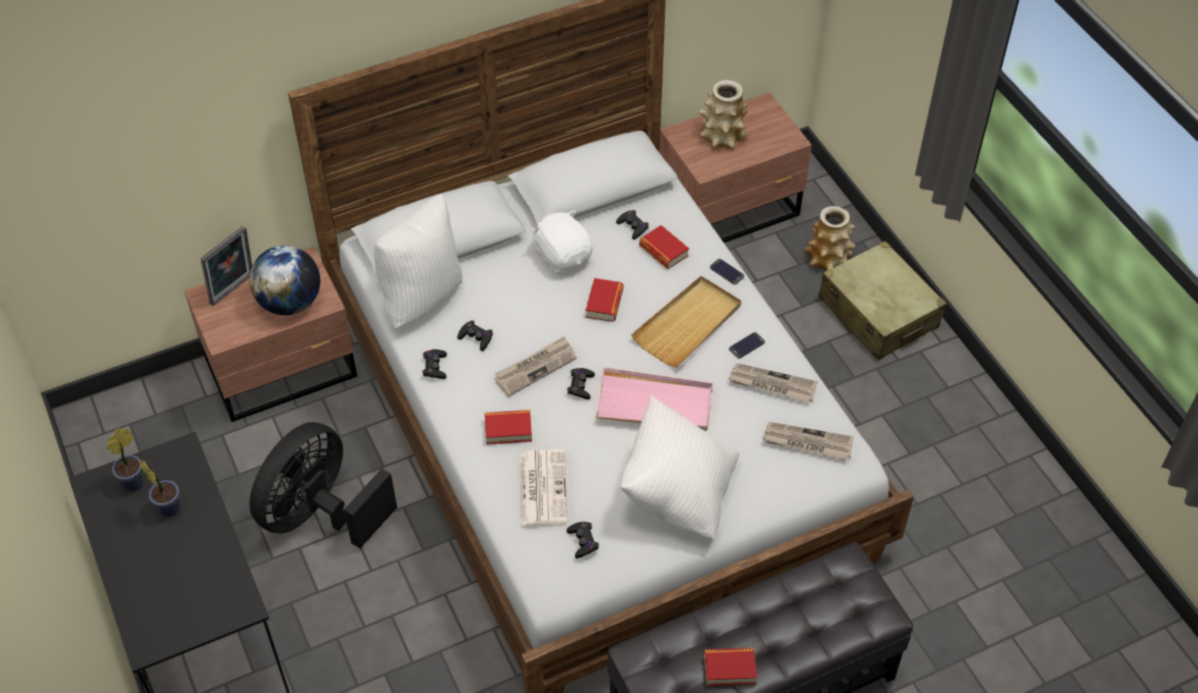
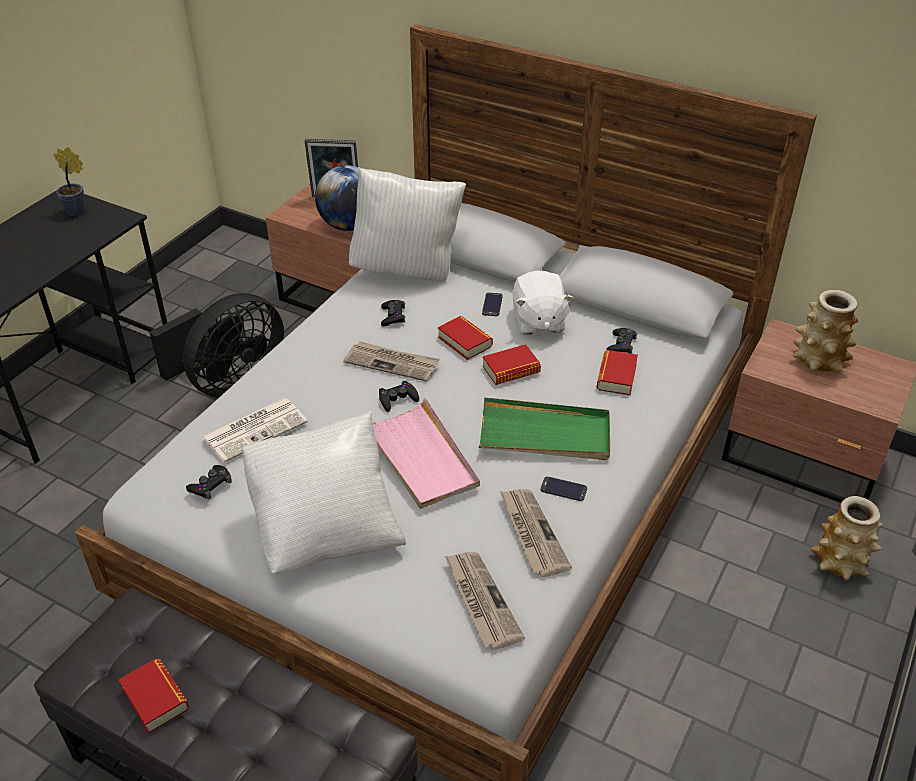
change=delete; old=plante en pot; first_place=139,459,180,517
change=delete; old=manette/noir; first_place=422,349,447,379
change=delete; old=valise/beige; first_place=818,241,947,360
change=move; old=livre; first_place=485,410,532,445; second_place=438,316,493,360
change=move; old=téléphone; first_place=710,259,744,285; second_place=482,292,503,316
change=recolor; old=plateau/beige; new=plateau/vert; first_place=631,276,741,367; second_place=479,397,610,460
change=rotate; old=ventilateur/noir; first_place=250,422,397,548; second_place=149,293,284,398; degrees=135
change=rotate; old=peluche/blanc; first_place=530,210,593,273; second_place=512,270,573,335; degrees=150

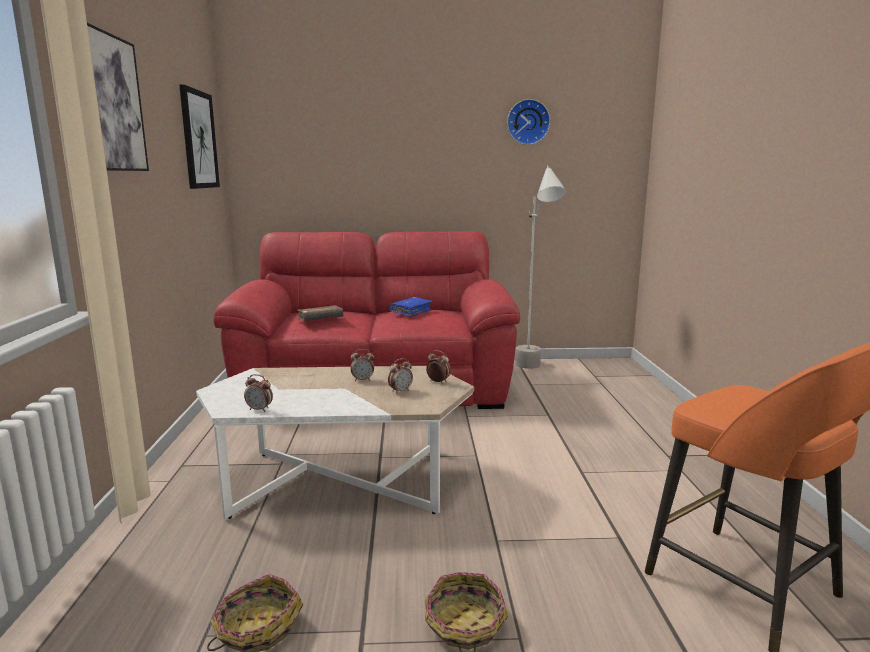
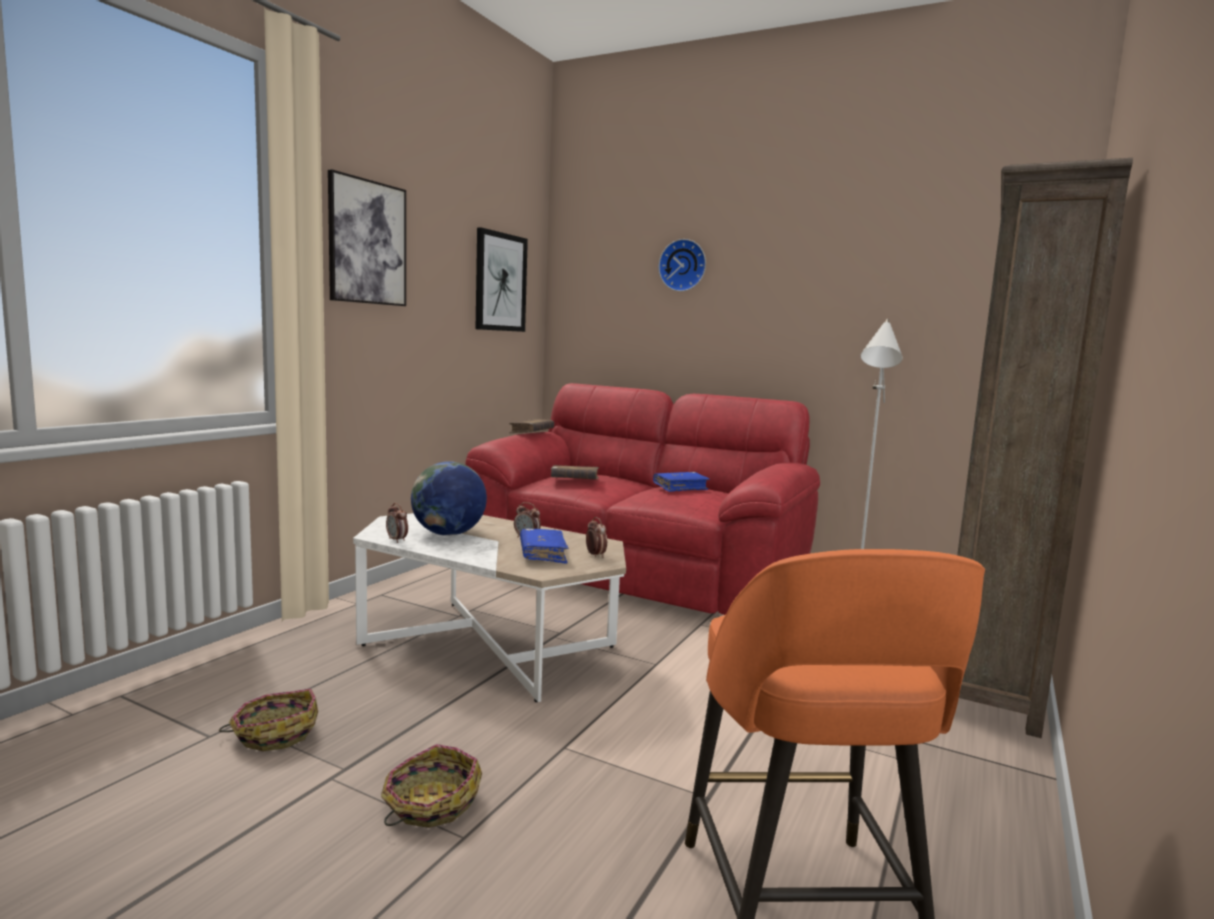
change=insert; new=globe; second_place=411,461,487,536
change=insert; new=livre/marron; second_place=509,419,554,433
change=insert; new=bibliothèque/marron; second_place=957,158,1133,738
change=move; old=horloge murale; first_place=507,99,550,145; second_place=658,239,706,292
change=replace; old=réveil; new=livre/bleu; first_place=388,358,413,394; second_place=520,528,569,564

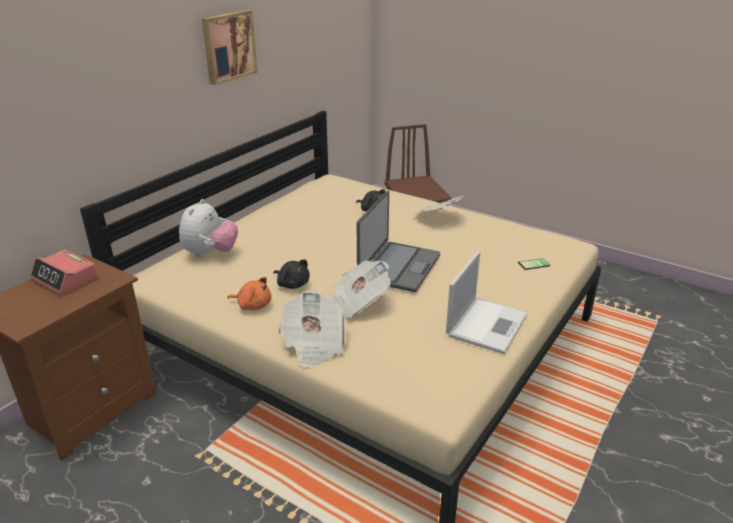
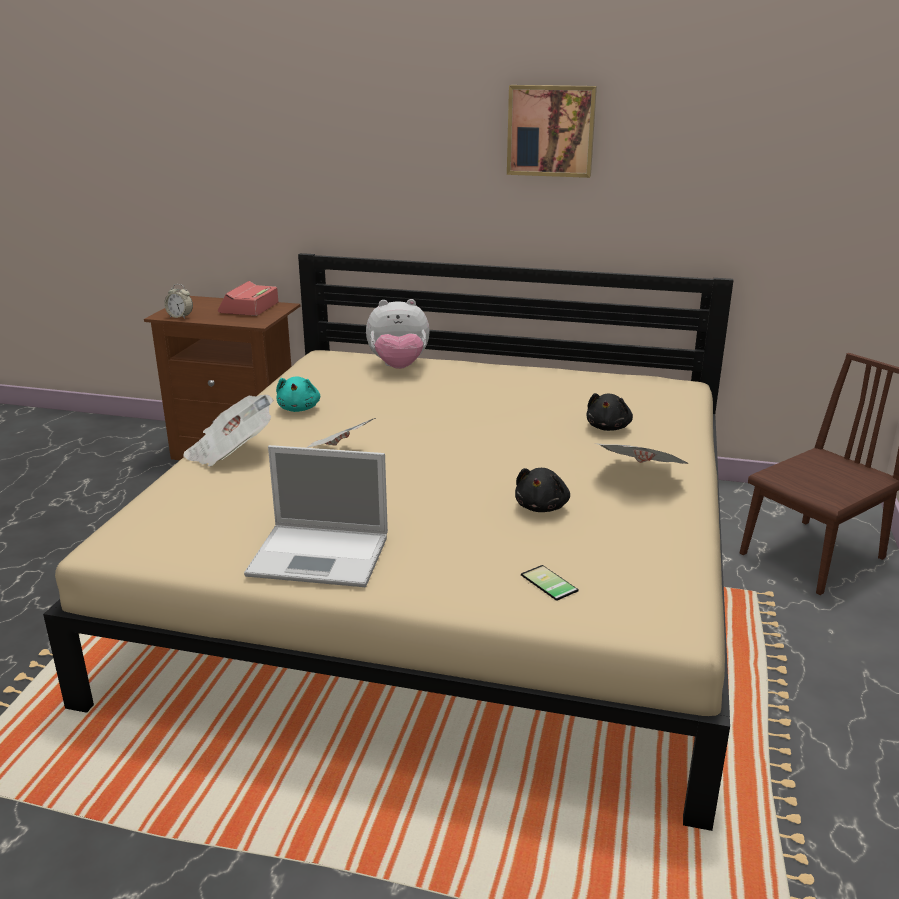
change=delete; old=ordinateur portable; first_place=357,191,440,292
change=insert; new=réveil; second_place=164,284,193,319
change=move; old=peluche/noir; first_place=274,259,310,289; second_place=515,468,570,512
change=recolor; old=peluche/orange; new=peluche/turquoise; first_place=227,277,272,310; second_place=276,377,320,412

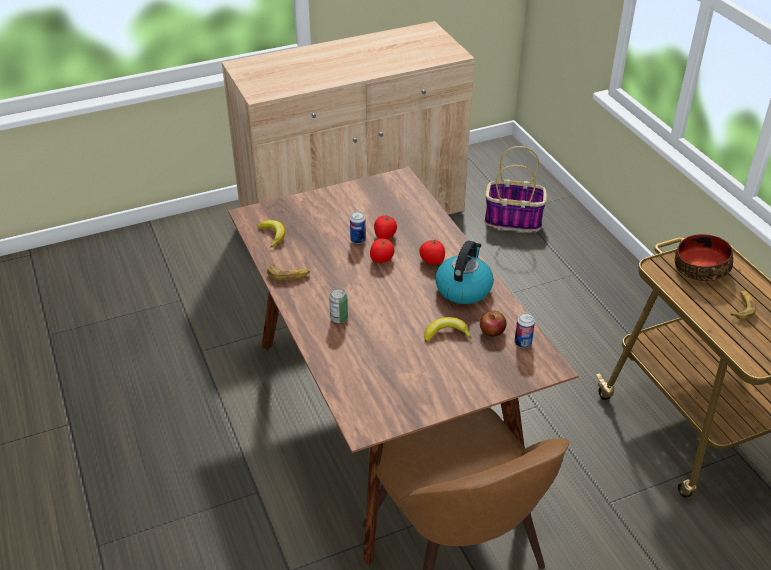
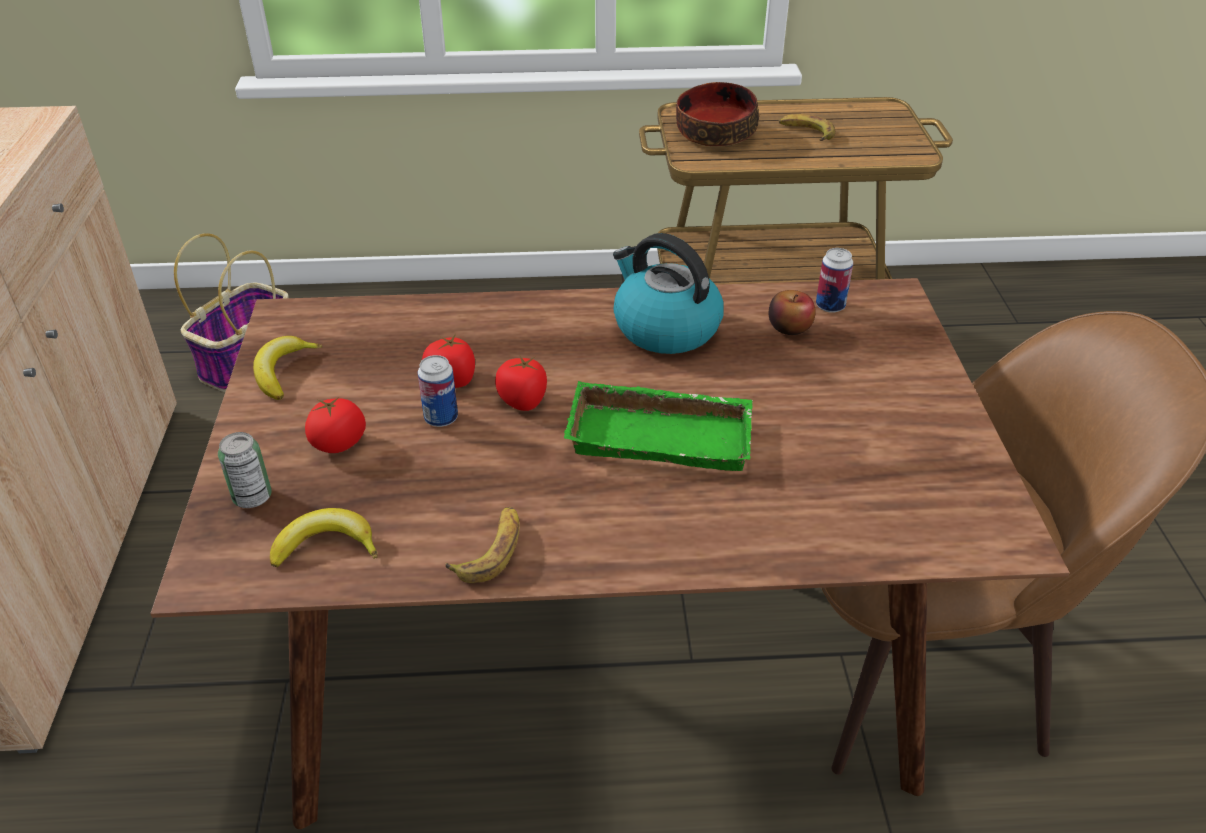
change=insert; new=plateau/vert; second_place=564,381,753,471
change=move; old=boîte métallique; first_place=329,288,348,323; second_place=218,432,272,508
change=move; old=tomate; first_place=420,239,445,265; second_place=305,397,366,453
change=move; old=banane; first_place=424,317,472,342; second_place=253,336,322,400

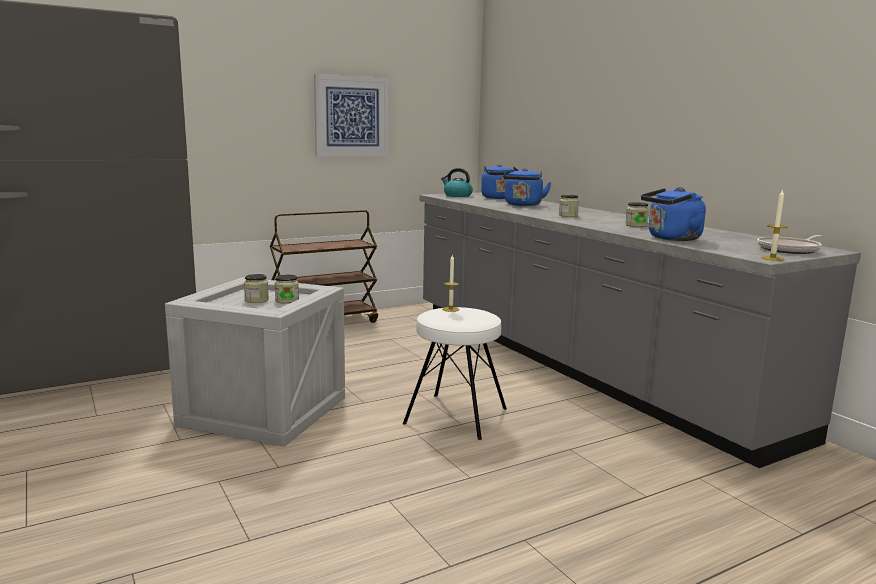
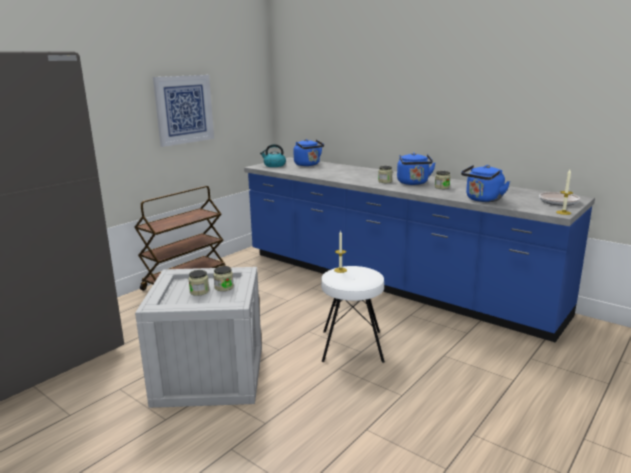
change=move; old=bouilloire/bleu; first_place=503,168,552,206; second_place=397,152,436,185
change=recolor; old=comptoir de cuisine/gris; new=comptoir de cuisine/bleu; first_place=420,193,861,468; second_place=244,157,595,342

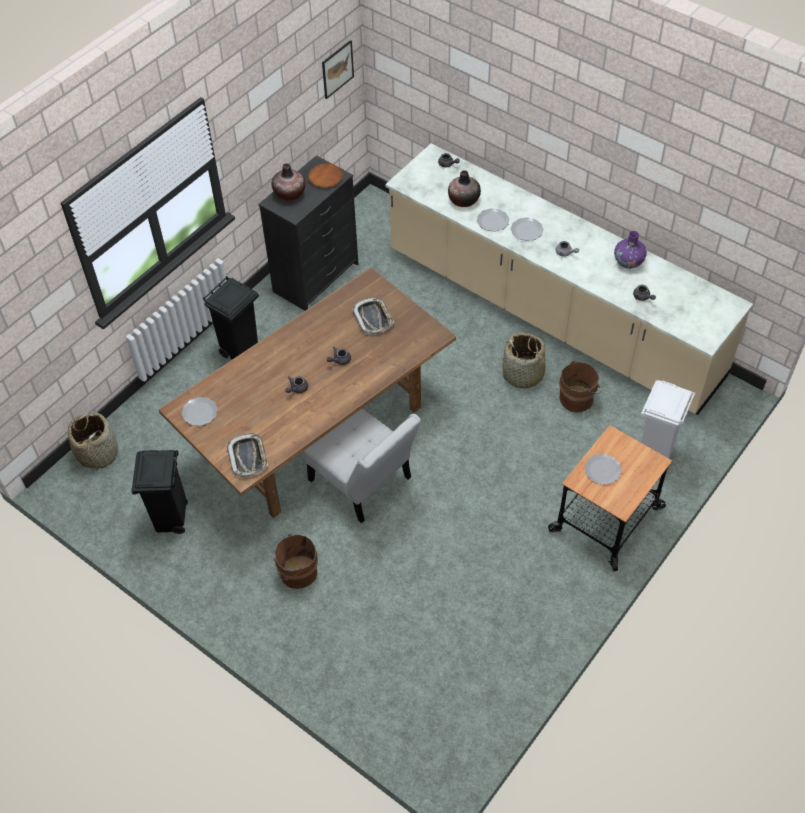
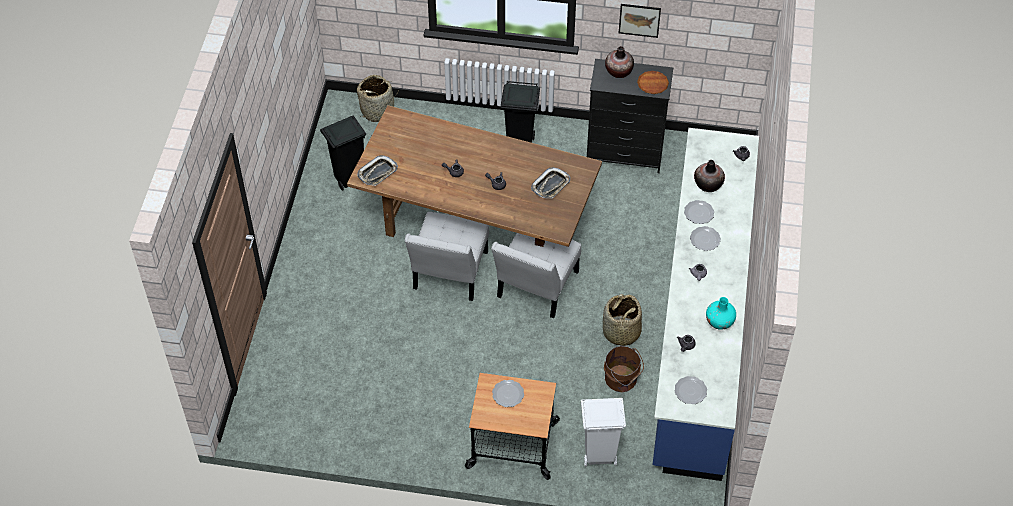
change=delete; old=seau/marron; first_place=273,534,318,589
change=insert; new=chaise/blanc; second_place=491,233,581,318
change=move; old=assiette; first_place=182,397,218,426; second_place=675,376,707,404
change=move; old=tableau; first_place=322,40,354,99; second_place=619,4,661,38
change=recolor; old=comptoir de cuisine/beige; new=comptoir de cuisine/bleu; first_place=385,143,753,415; second_place=652,128,759,481
change=recolor; old=vase/violet; new=vase/turquoise; first_place=614,231,647,269; second_place=706,297,736,330

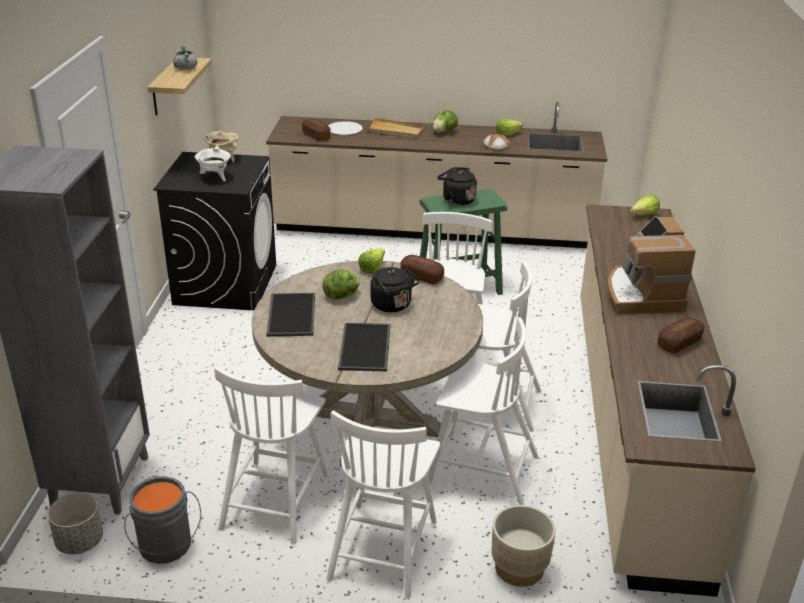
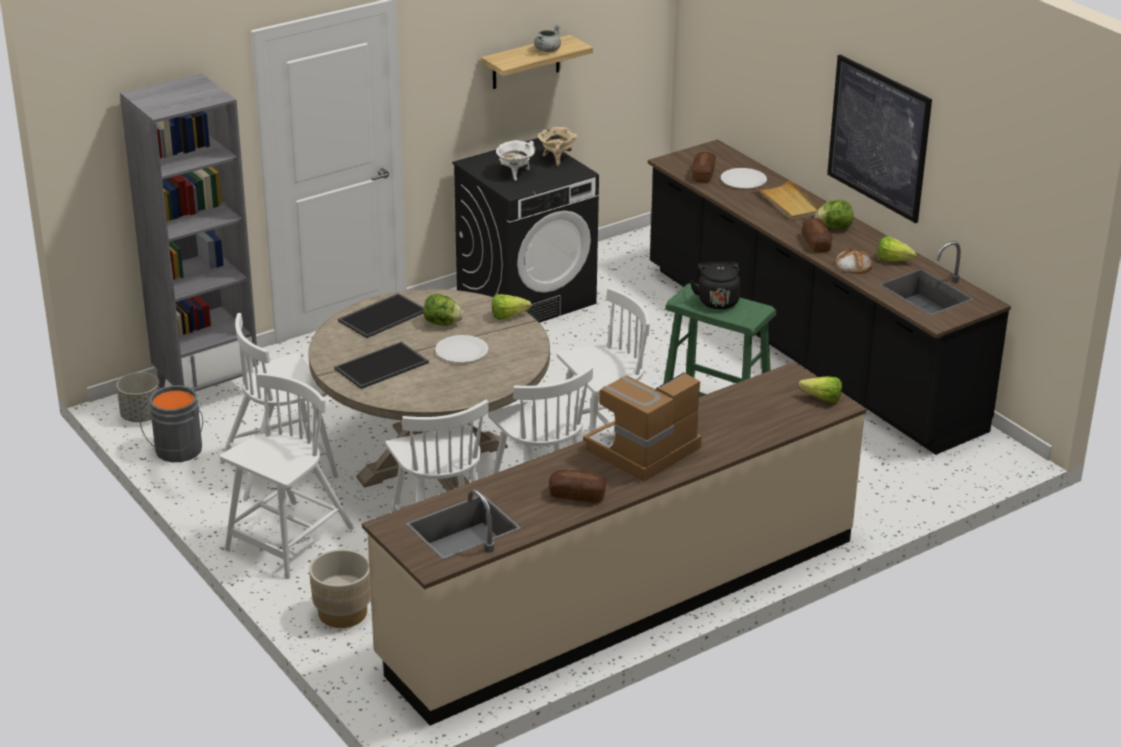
change=insert; new=tableau; second_place=827,55,932,223
change=move; old=pain; first_place=400,255,444,284; second_place=802,218,833,252
change=replace; old=bouilloire/noir; new=assiette/blanc; first_place=370,267,419,312; second_place=435,335,489,363
change=recolor; old=comptoir de cuisine/beige; new=comptoir de cuisine/noir; first_place=266,102,607,248; second_place=648,139,1011,455
change=rotate; old=chaise/blanc; first_place=327,410,440,599; second_place=220,373,354,579; degrees=150

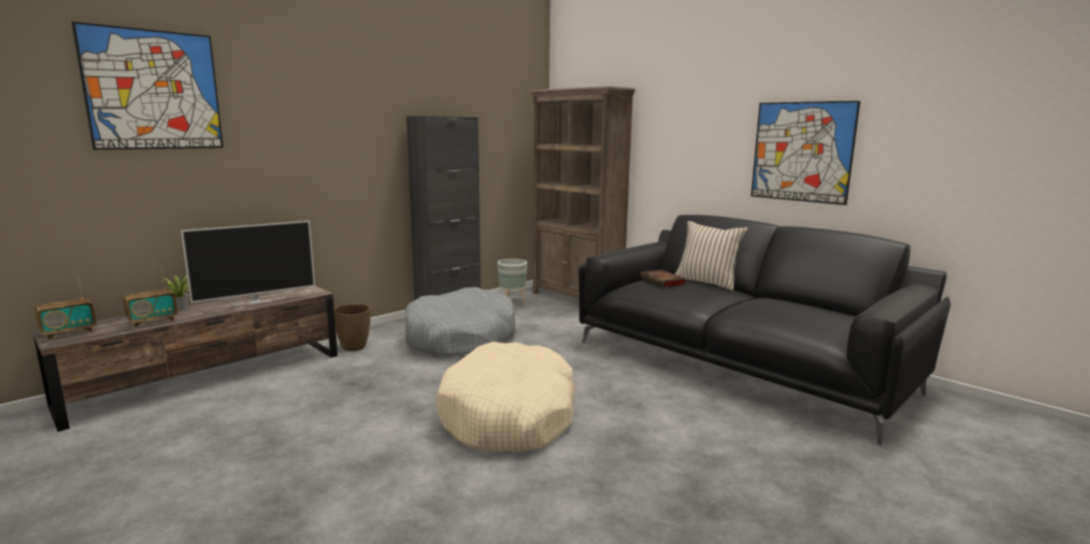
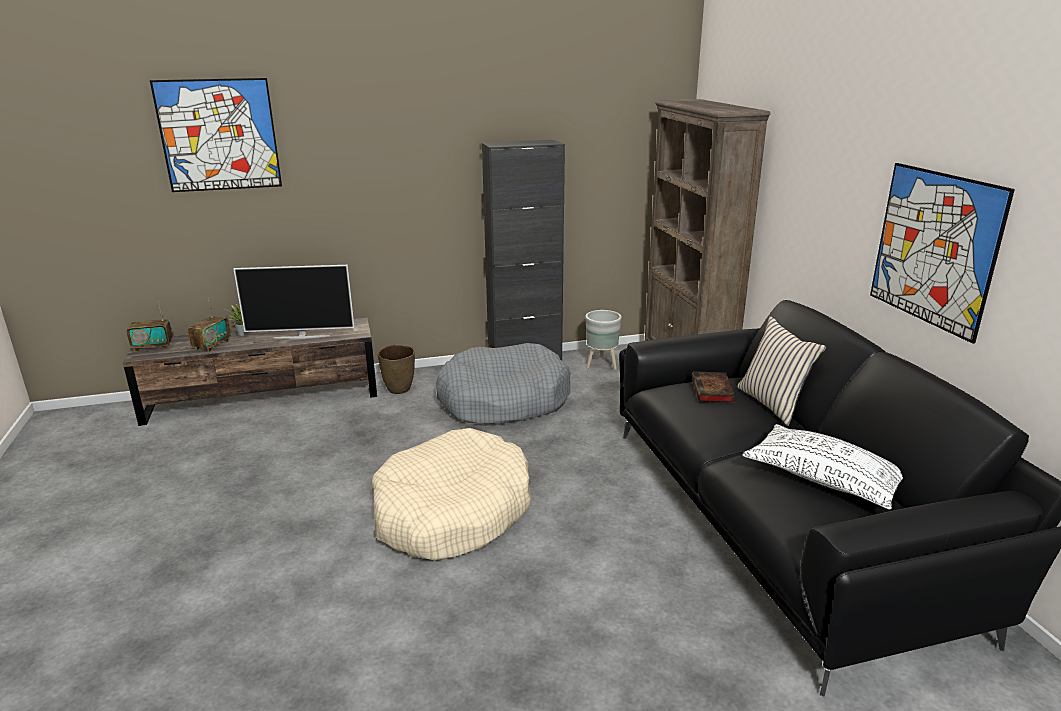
change=insert; new=coussin/blanc; second_place=742,424,903,510
change=rotate; old=radio; first_place=123,267,178,327; second_place=188,298,231,352; degrees=-60

